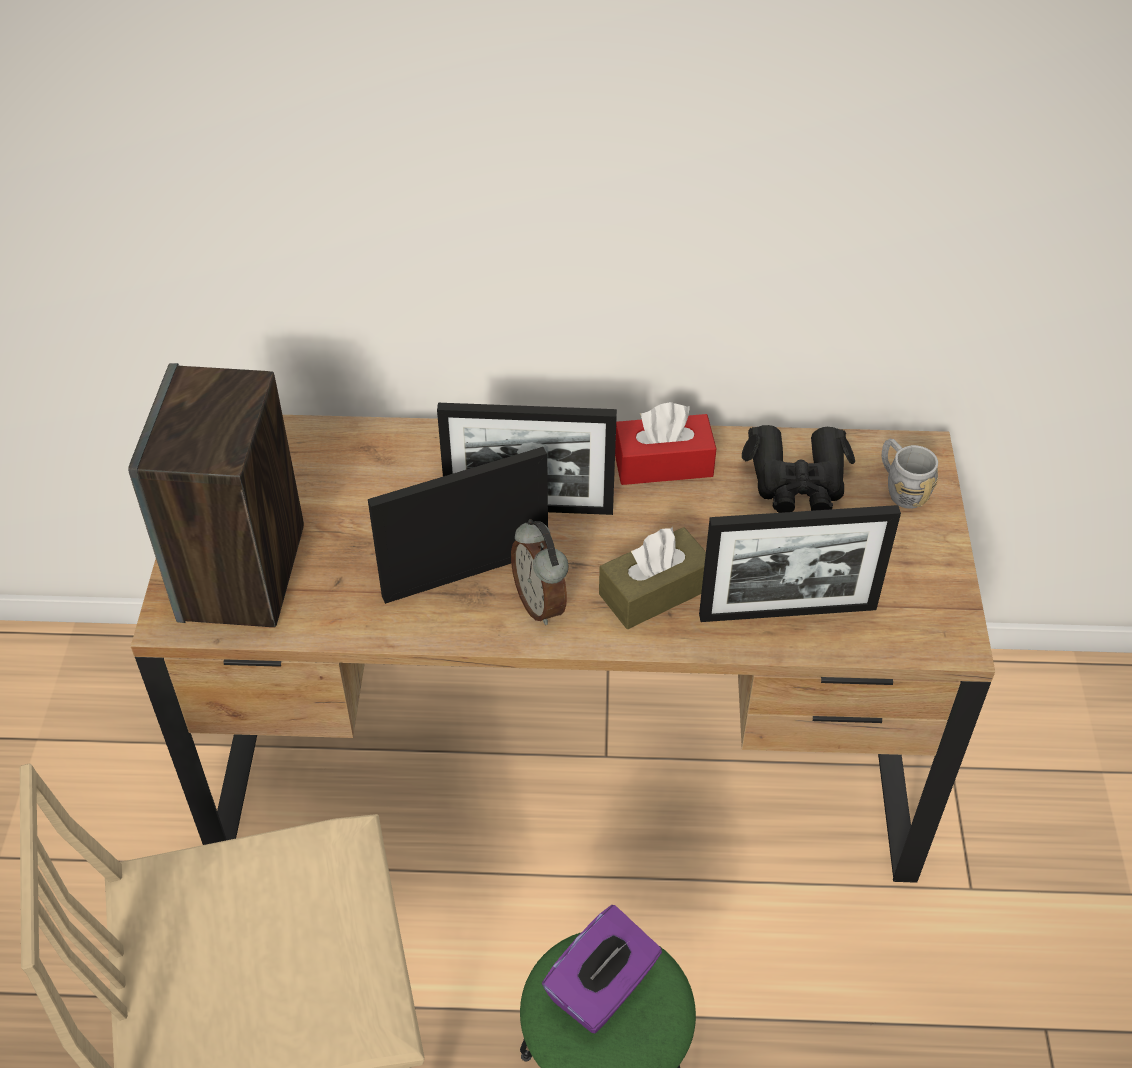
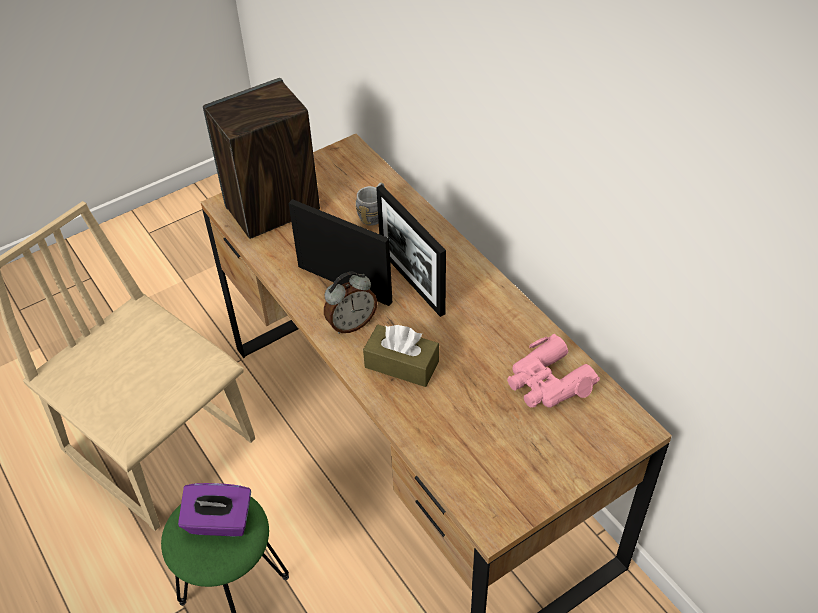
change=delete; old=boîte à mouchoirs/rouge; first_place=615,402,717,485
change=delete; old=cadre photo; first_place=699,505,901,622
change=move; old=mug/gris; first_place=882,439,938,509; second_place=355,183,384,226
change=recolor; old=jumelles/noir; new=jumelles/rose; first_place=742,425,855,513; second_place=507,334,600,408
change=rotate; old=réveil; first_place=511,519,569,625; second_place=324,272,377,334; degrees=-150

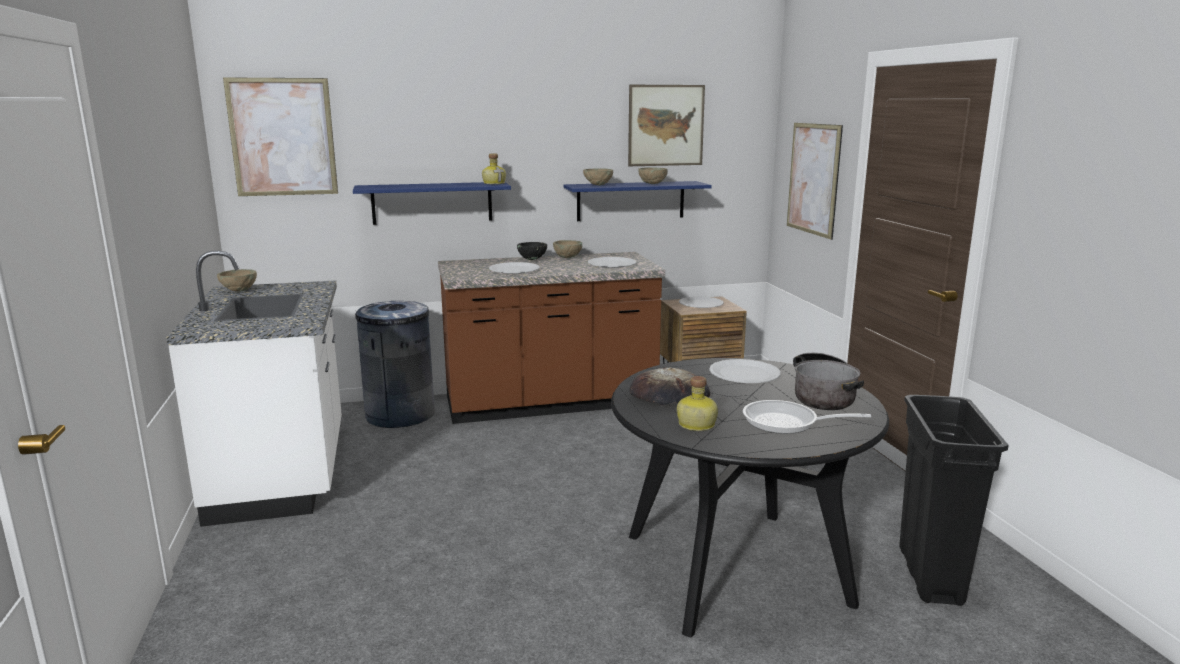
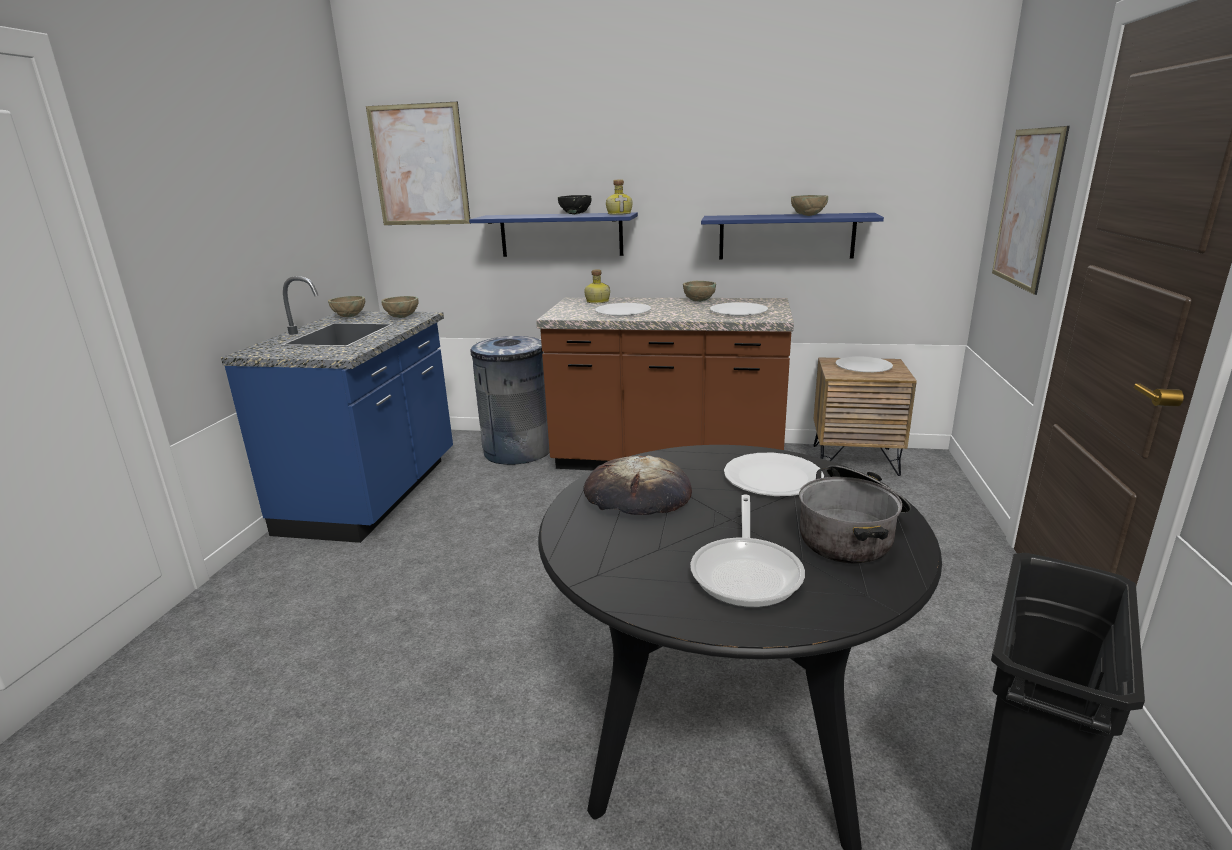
change=delete; old=tableau; first_place=628,85,705,166
change=move; old=bol/noir; first_place=517,242,547,260; second_place=558,195,591,215
change=move; old=bol/beige; first_place=583,168,613,186; second_place=381,296,419,318
change=move; old=bouteille; first_place=677,376,718,431; second_place=584,270,610,303
change=recolor; old=comptoir de cuisine/blanc; new=comptoir de cuisine/bleu; first_place=166,251,342,527; second_place=221,276,453,543
change=rotate; old=poêle; first_place=743,400,871,434; second_place=690,494,805,607; degrees=-120

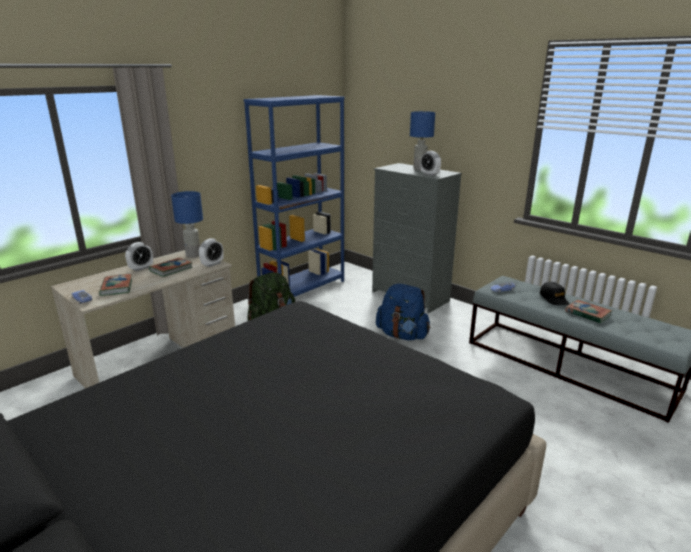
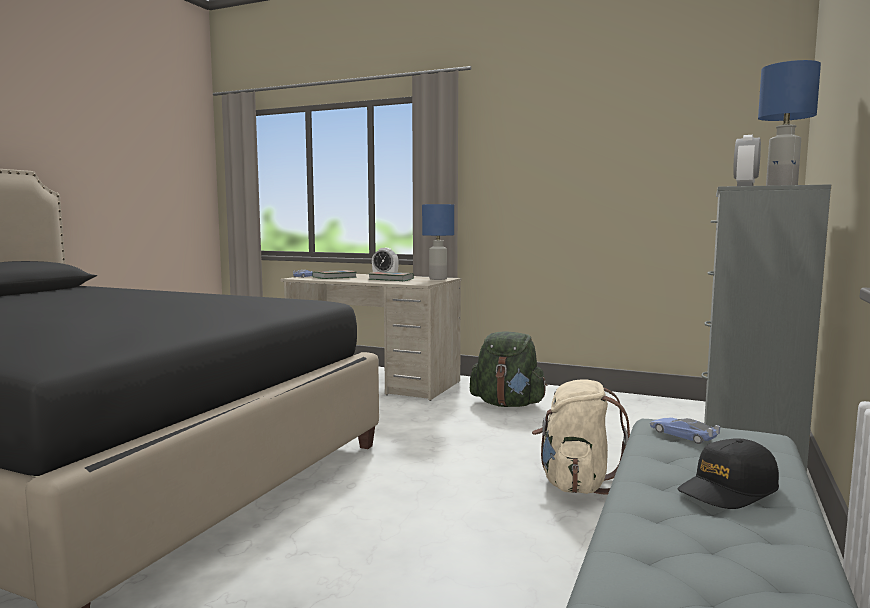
change=delete; old=réveil; first_place=199,238,224,267
change=delete; old=bibliothèque/bleu; first_place=244,95,345,297
change=delete; old=livre; first_place=565,300,612,323
change=recolor; old=sac à dos/bleu; new=sac à dos/beige; first_place=376,284,430,340; second_place=532,379,630,495

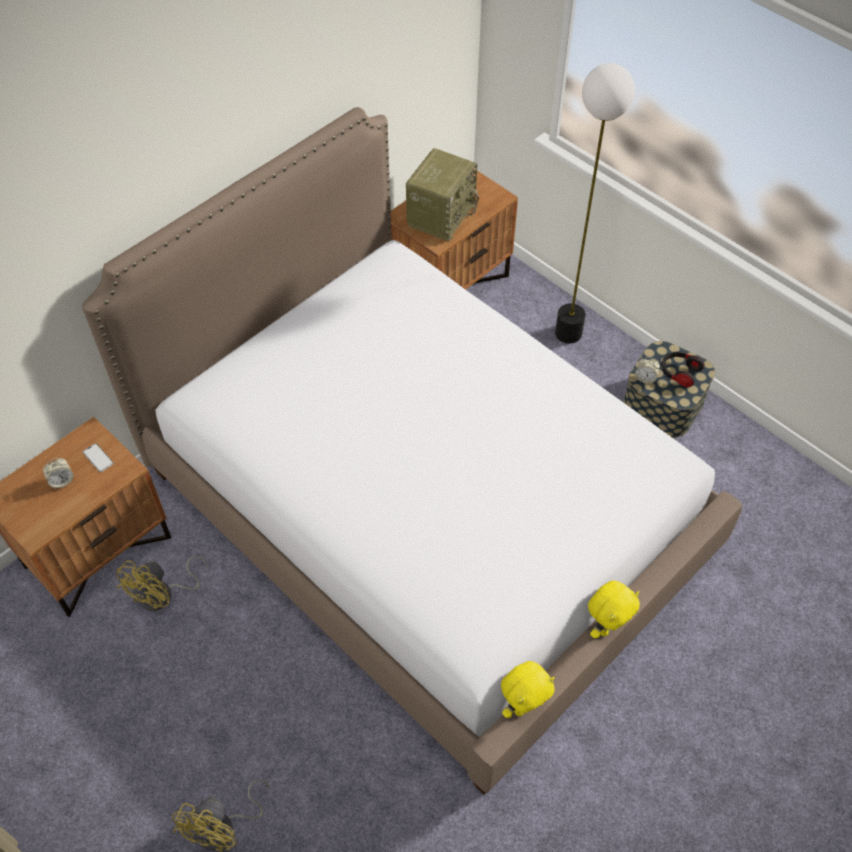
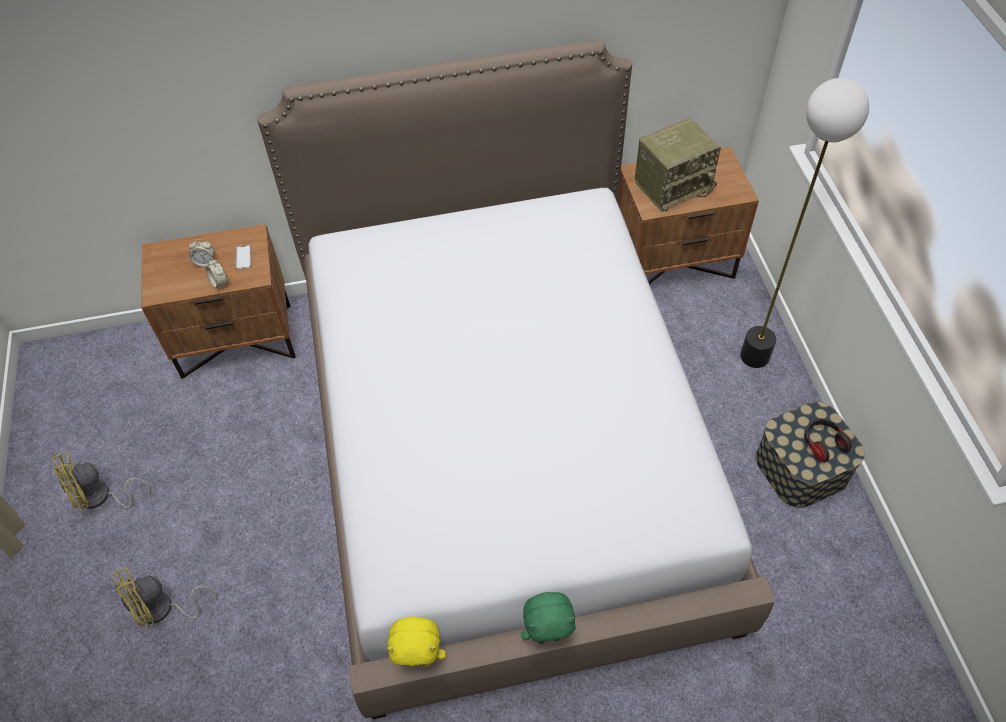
change=move; old=ventilateur/jaune; first_place=117,556,208,611; second_place=52,452,151,510
change=move; old=réveil; first_place=635,357,660,384; second_place=206,259,228,290
change=recolor; old=peluche/jaune; new=peluche/vert; first_place=588,581,640,639; second_place=521,592,576,644

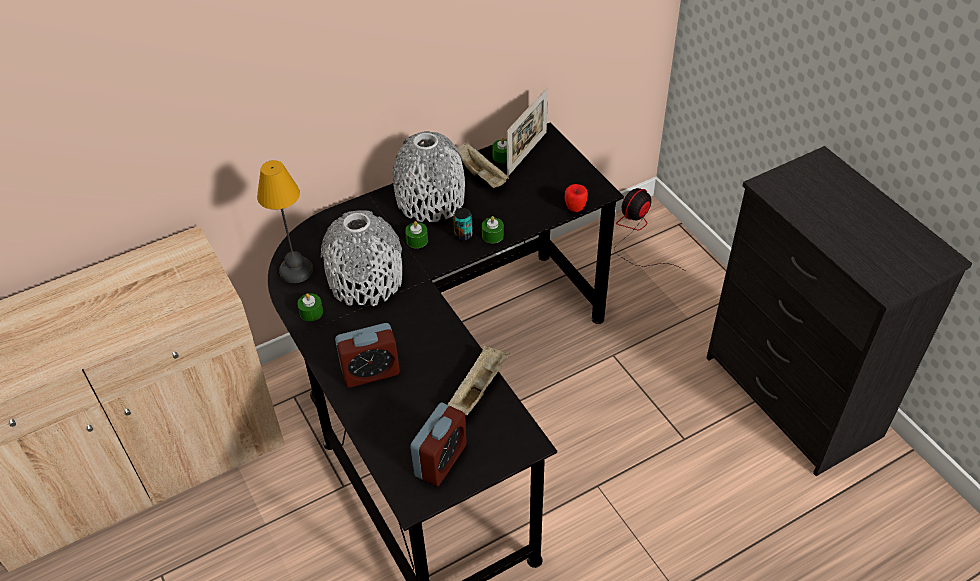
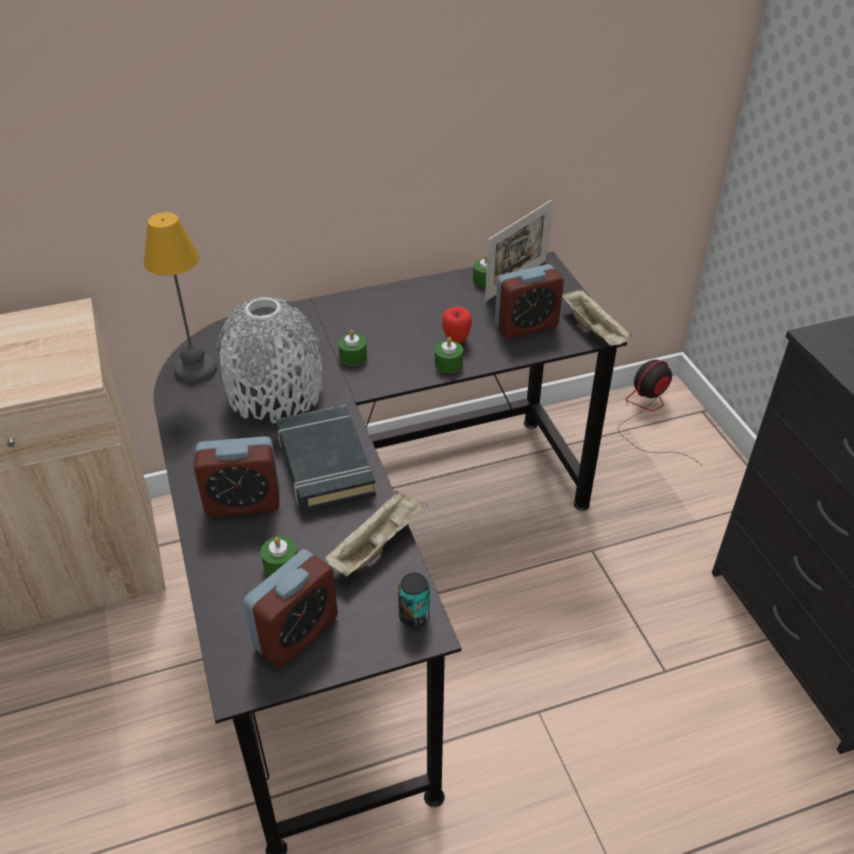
change=delete; old=vase/gris; first_place=392,131,465,222
change=insert; new=livre/noir; second_place=276,405,376,512
change=insert; new=réveil; second_place=495,264,564,339
change=move; old=bougie/vert; first_place=297,293,323,321; second_place=261,536,297,576
change=move; old=boîte métallique; first_place=453,208,473,241; second_place=398,573,430,627
change=move; old=plateau/beige; first_place=457,143,509,188; second_place=562,289,632,346
change=move; old=pomme; first_place=565,184,588,212; second_place=442,307,472,343

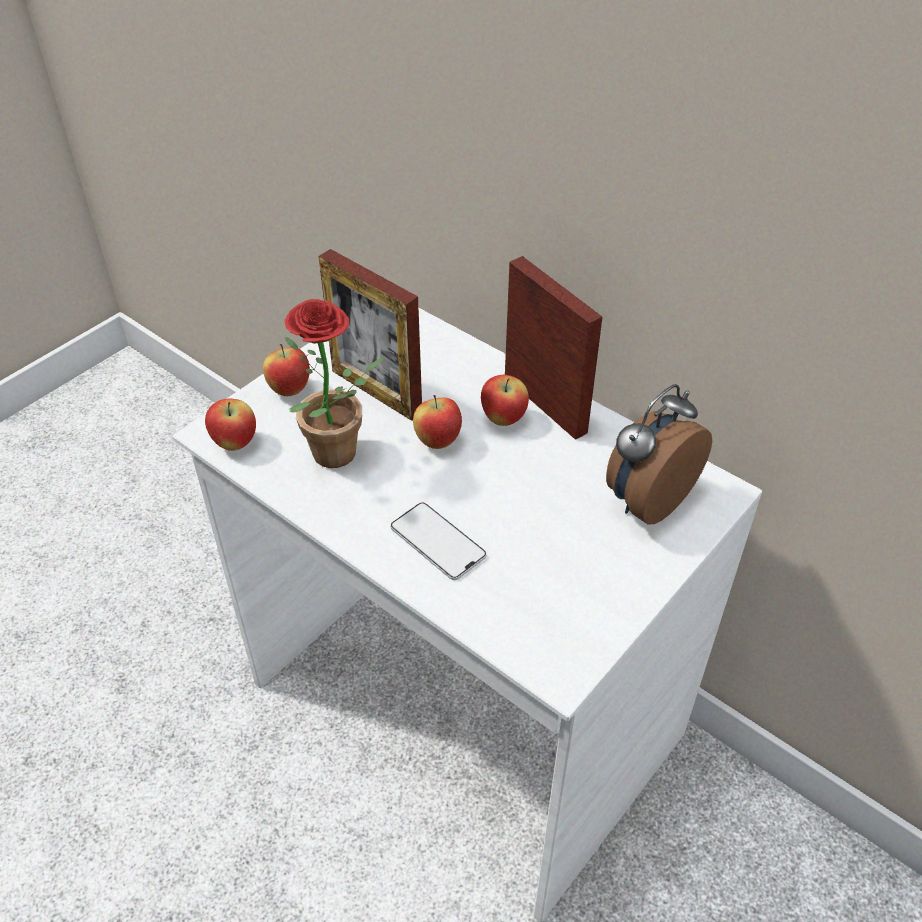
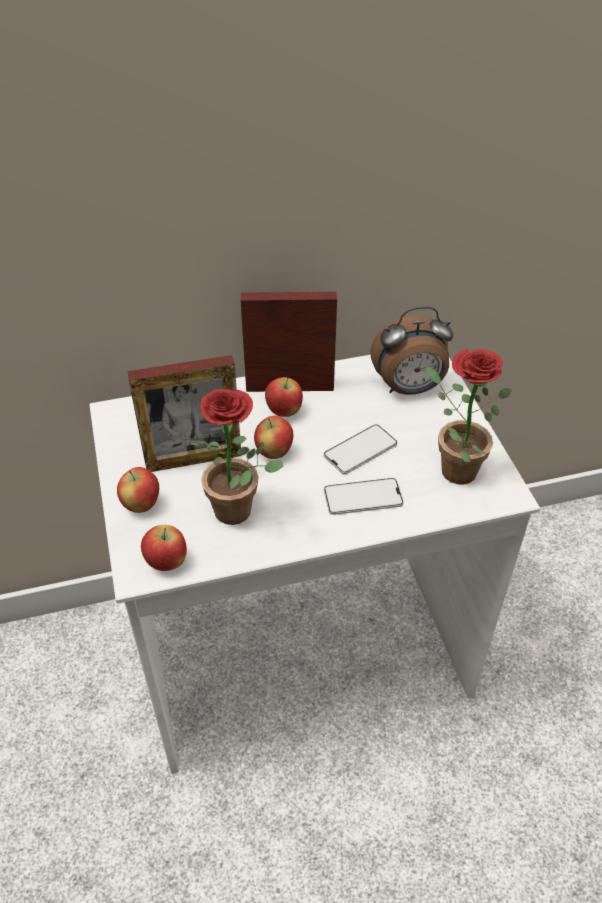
change=insert; new=téléphone; second_place=324,424,397,474
change=insert; new=plante en pot; second_place=426,349,512,484
change=rotate; old=réveil; first_place=606,384,712,525; second_place=370,306,453,395; degrees=-90

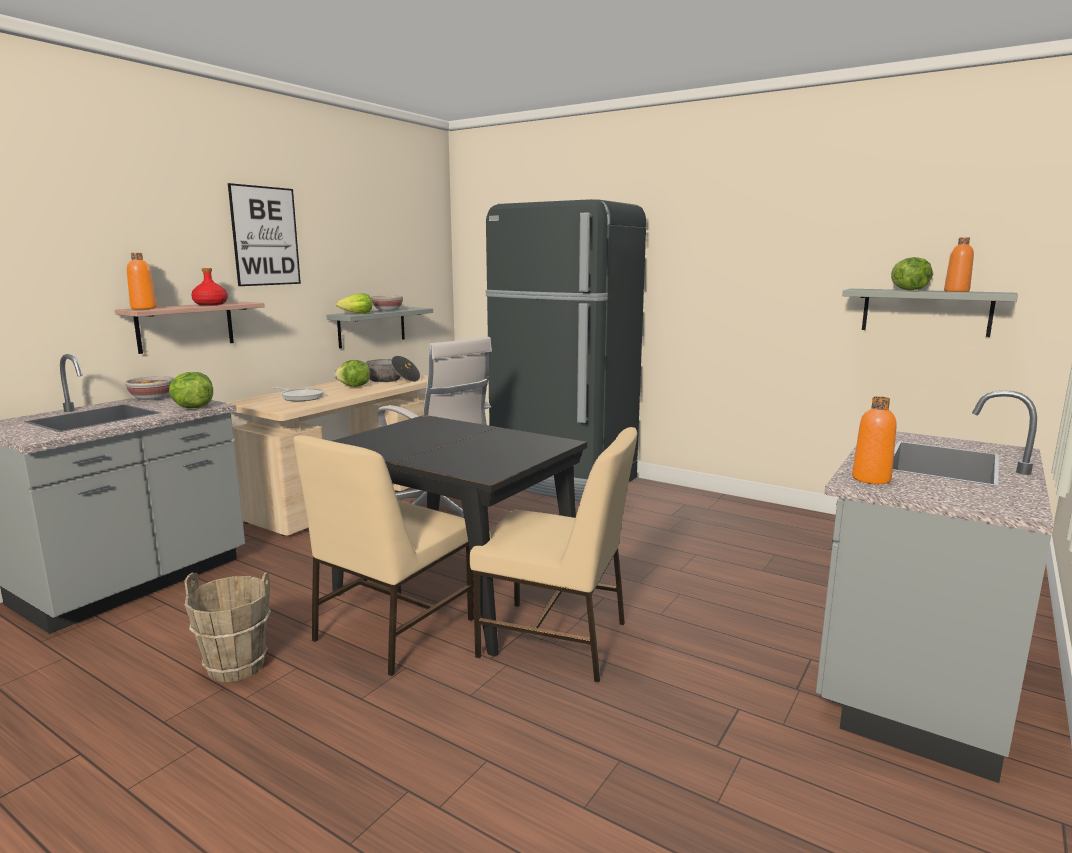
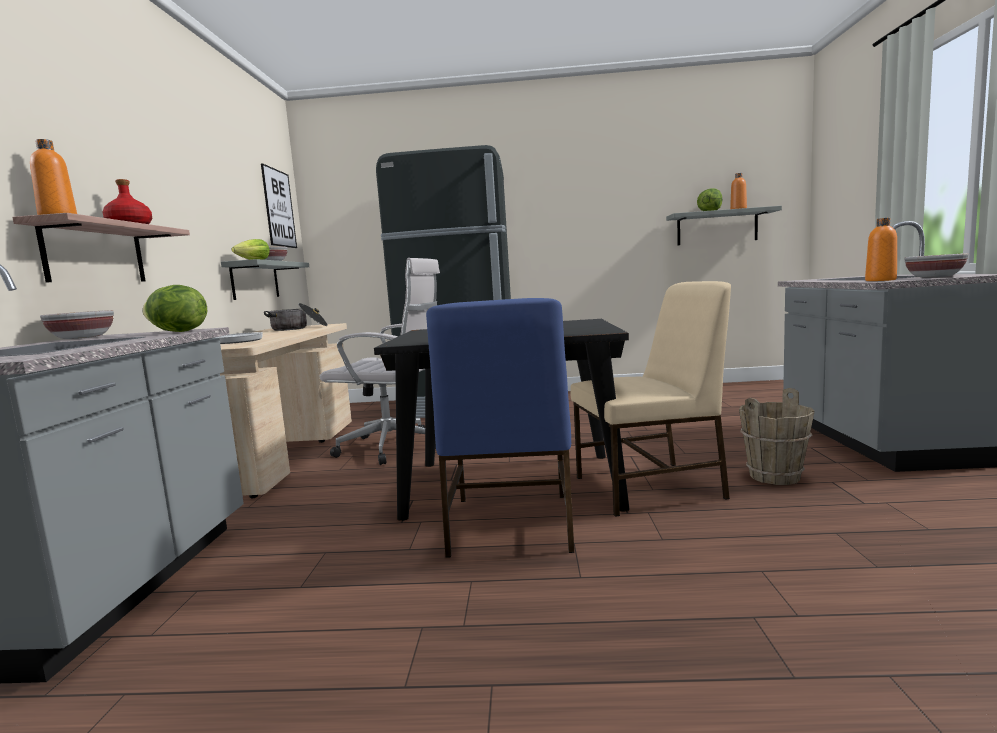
change=delete; old=laitue; first_place=334,360,370,387
change=insert; new=bol; second_place=905,253,968,278
change=move; old=seau/marron; first_place=184,573,271,682; second_place=739,388,815,485
change=move; old=tableau; first_place=228,183,301,286; second_place=261,163,297,248
change=recolor; old=chaise/beige; new=chaise/bleu; first_place=294,435,474,676; second_place=426,298,574,558

